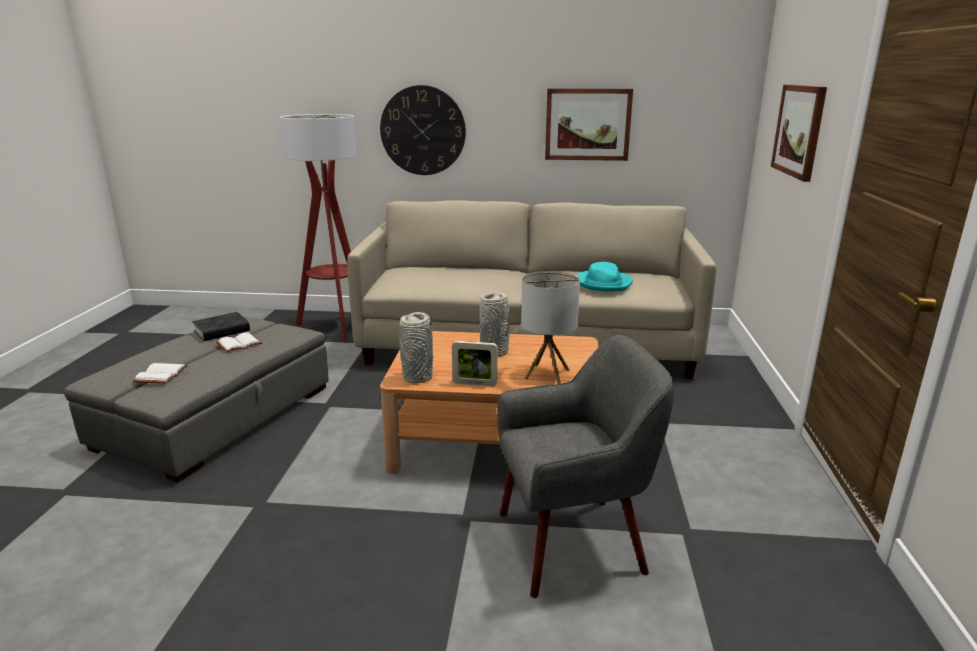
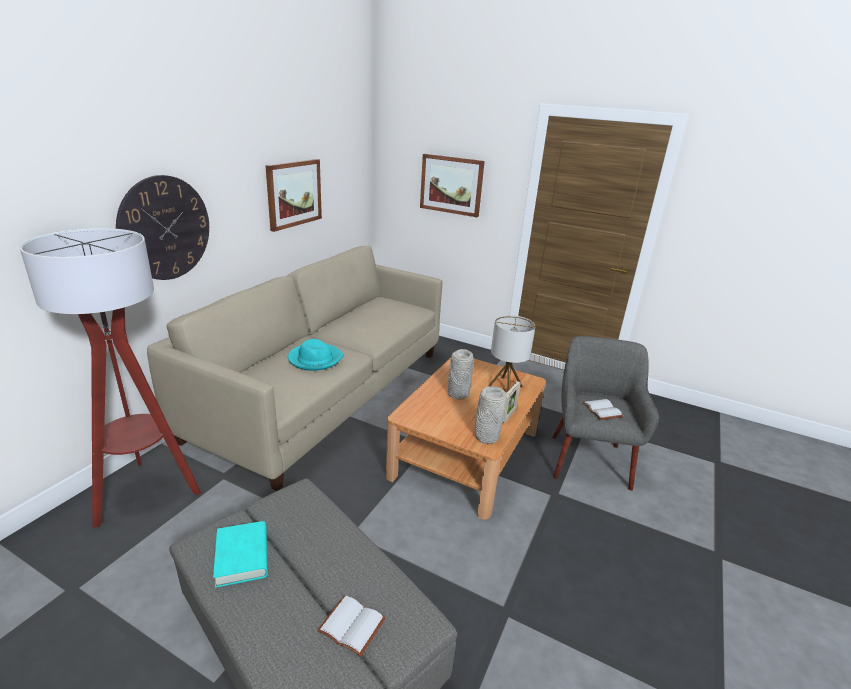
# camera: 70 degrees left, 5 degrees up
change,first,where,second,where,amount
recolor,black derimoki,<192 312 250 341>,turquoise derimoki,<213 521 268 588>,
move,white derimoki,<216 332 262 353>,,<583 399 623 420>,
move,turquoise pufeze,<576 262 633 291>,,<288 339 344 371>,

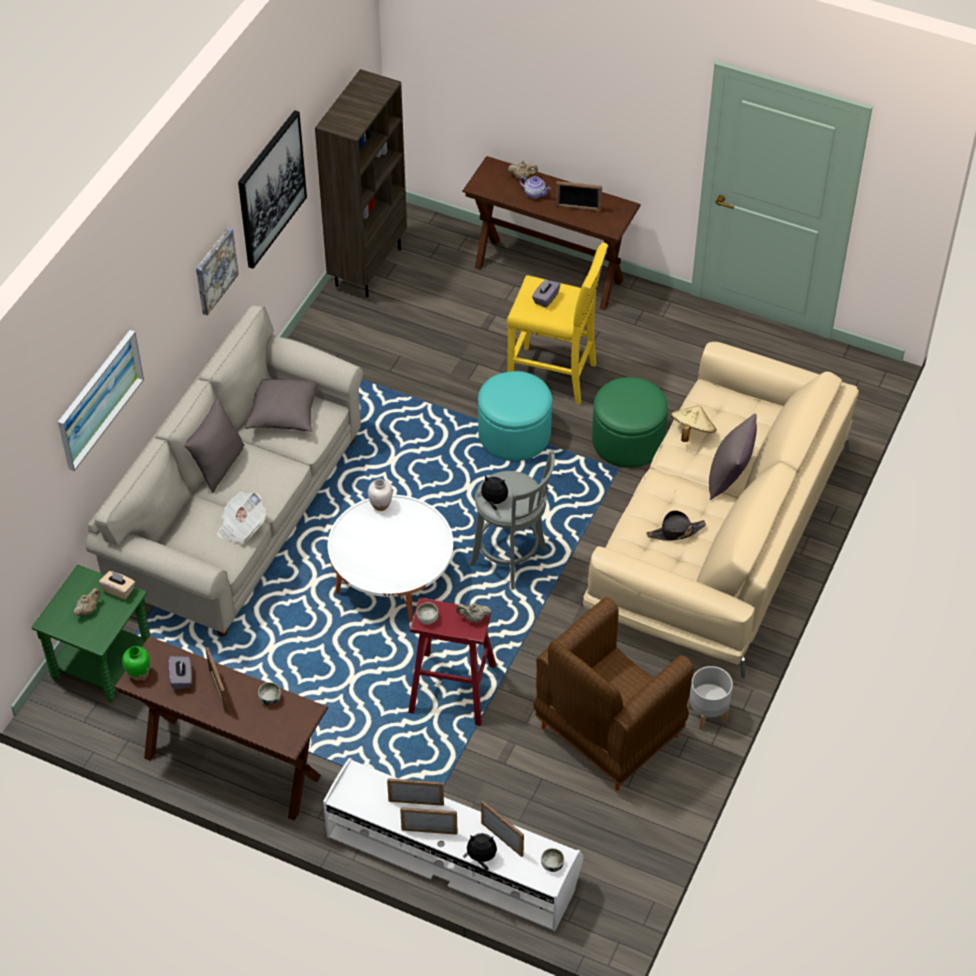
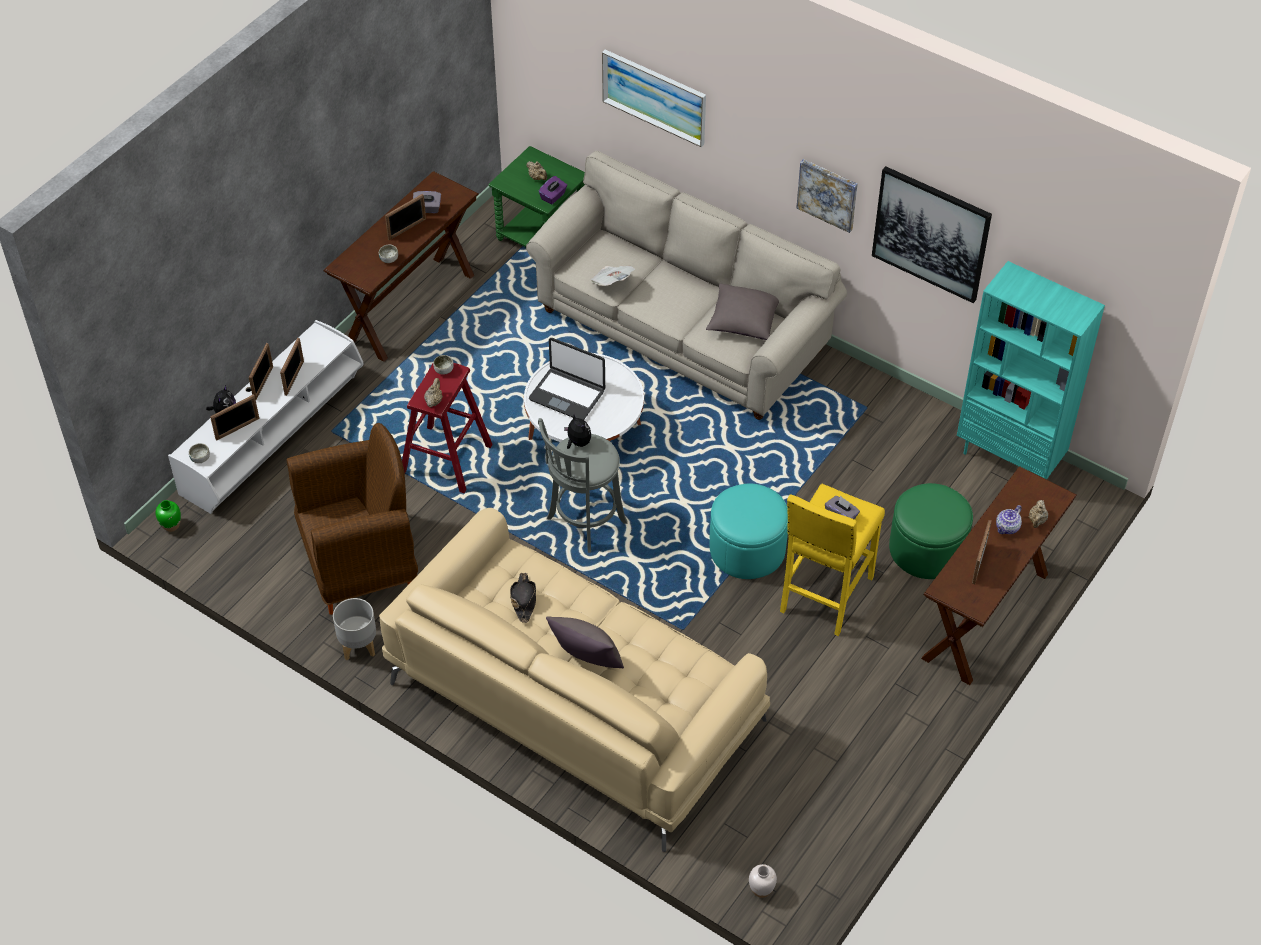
# camera: 100 degrees right, 0 degrees up
change,first,where,second,where,amount
recolor,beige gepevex,<99 571 135 600>,purple gepevex,<539 176 567 205>,
move,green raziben,<122 646 150 680>,,<155 500 181 532>,
delete,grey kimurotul,<184 398 244 493>,,,
rotate,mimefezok,<206 647 228 713>,,<385 194 426 240>,150 degrees clockwise
recolor,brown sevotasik,<315 69 407 297>,turquoise sevotasik,<957 261 1105 480>,
move,white raziben,<368 479 392 511>,,<749 864 777 898>,
rotate,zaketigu,<477 475 508 510>,,<564 413 591 449>,60 degrees counterclockwise
rotate,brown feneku,<533 597 694 791>,,<286 423 418 615>,105 degrees clockwise
move,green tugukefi,<592 377 668 468>,,<889 483 973 579>,
delete,beige pufeze,<671 405 716 442>,,,
insert,,,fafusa,<529 338 605 420>,

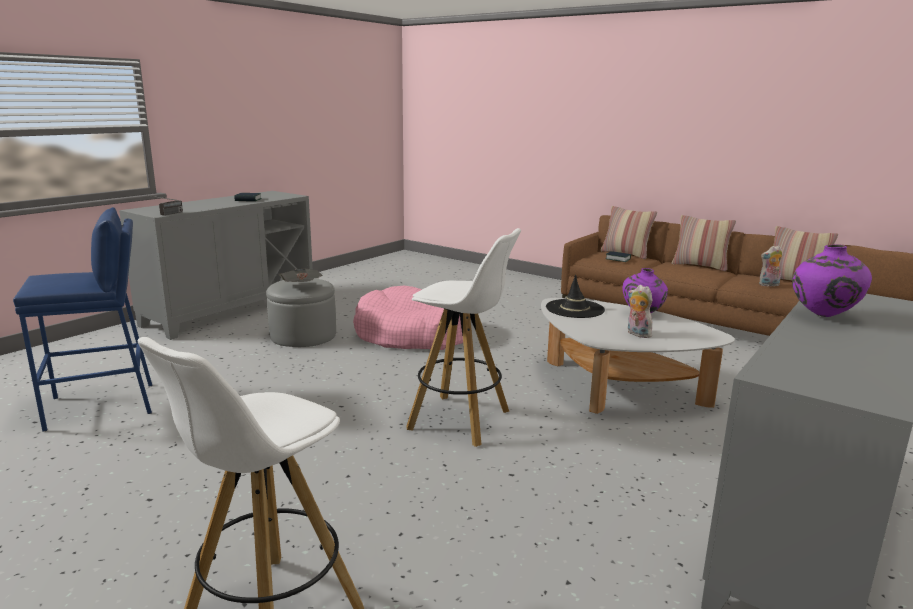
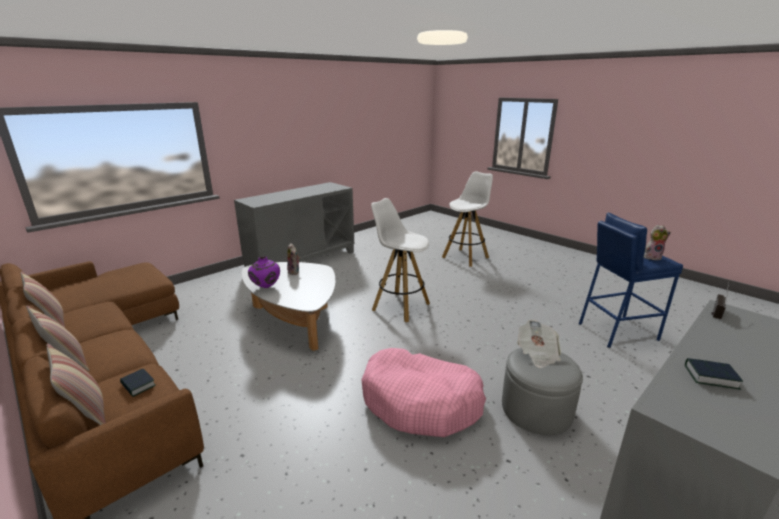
# camera: 170 degrees left, 5 degrees up
change,first,where,second,where,amount
delete,black pufeze,<546 275 605 318>,,,
move,zaketigu,<759 245 782 287>,,<644 225 671 260>,
delete,purple raziben,<792 244 872 317>,,,

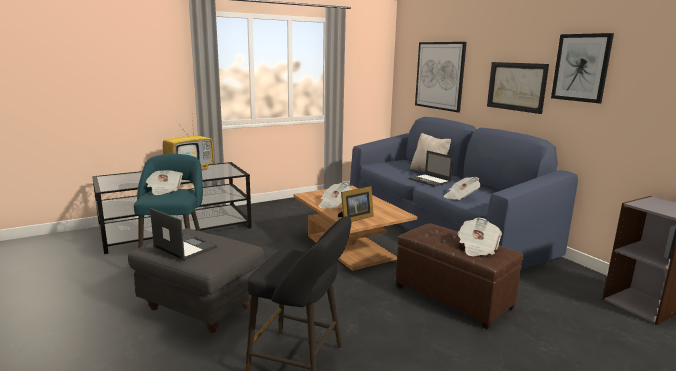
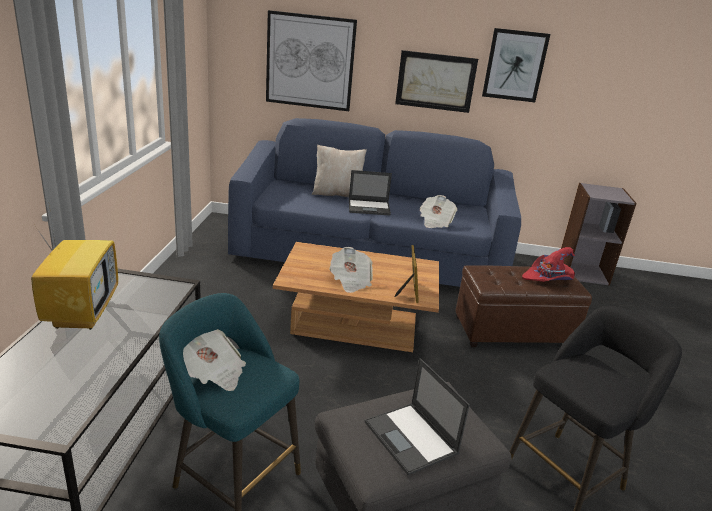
# camera: 55 degrees left, 10 degrees up
change,first,where,second,where,amount
rotate,fafusa,<150 208 217 261>,,<365 358 470 475>,105 degrees counterclockwise
replace,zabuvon,<458 218 502 256>,red pufeze,<522 247 575 282>,

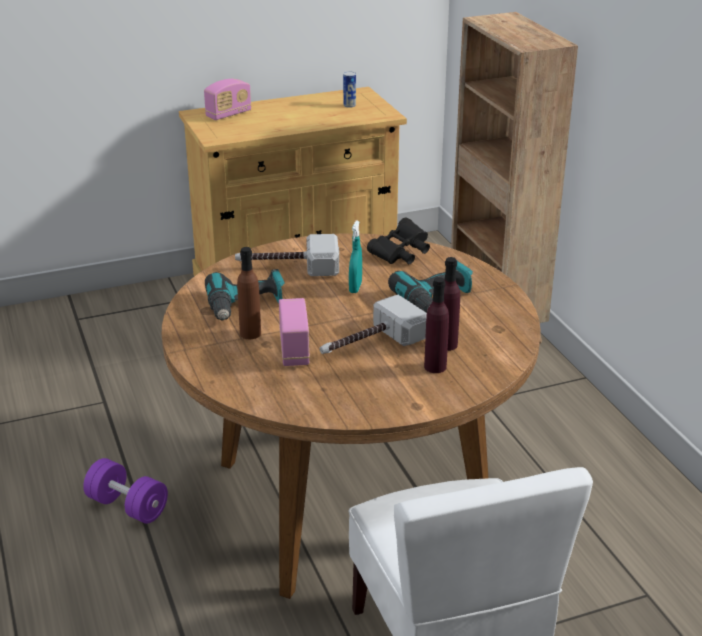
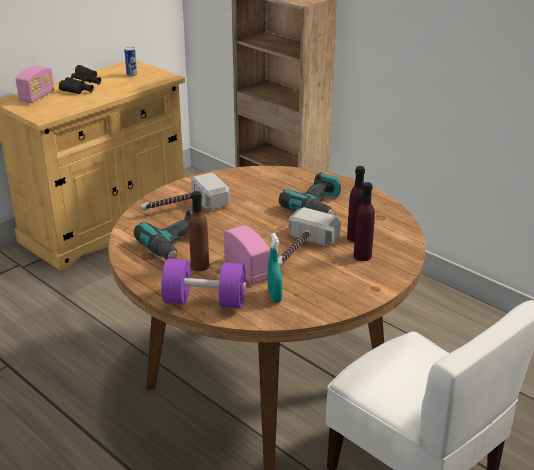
# camera: 25 degrees left, 0 degrees up
change,first,where,second,where,amount
move,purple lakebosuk,<83 458 168 524>,,<161 259 246 309>,
move,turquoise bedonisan,<349 221 362 293>,,<268 233 282 303>,
move,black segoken,<367 218 430 264>,,<59 65 101 94>,

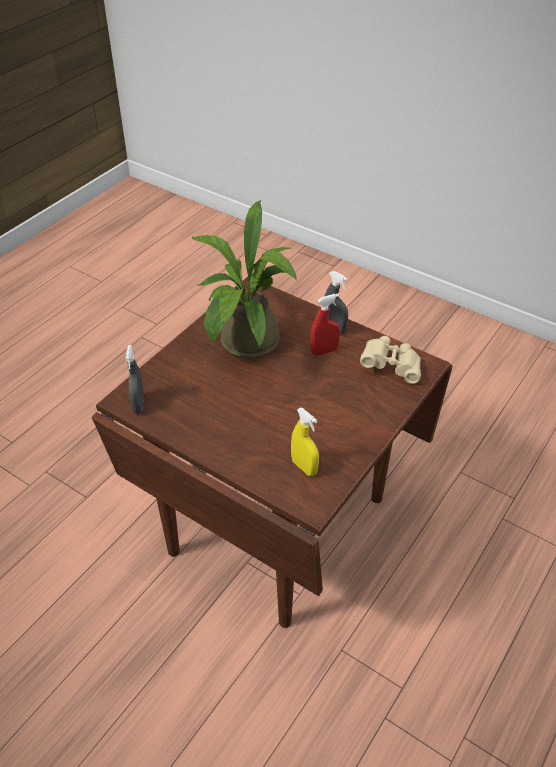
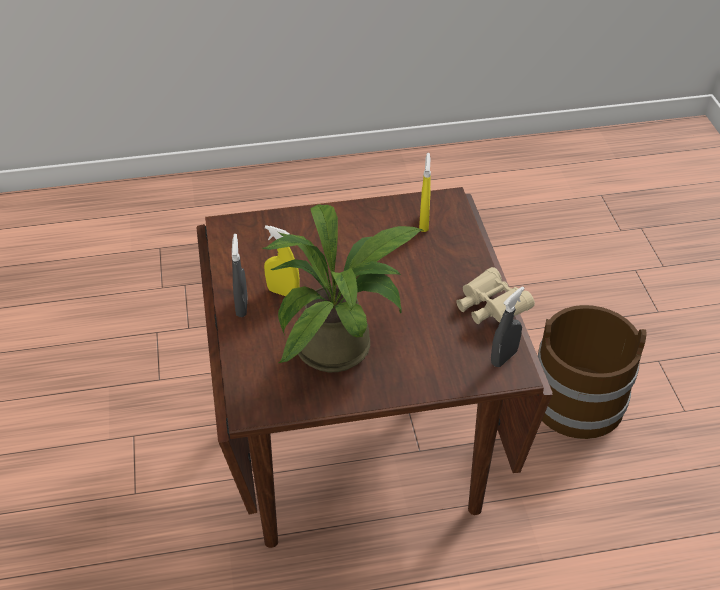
# camera: 135 degrees left, 0 degrees up
change,first,where,second,where,amount
recolor,red bedonisan,<310 293 340 356>,yellow bedonisan,<264 225 300 296>,
move,beige segoken,<360 336 421 384>,,<456 267 535 324>,
insert,,,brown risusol,<538 305 647 439>,

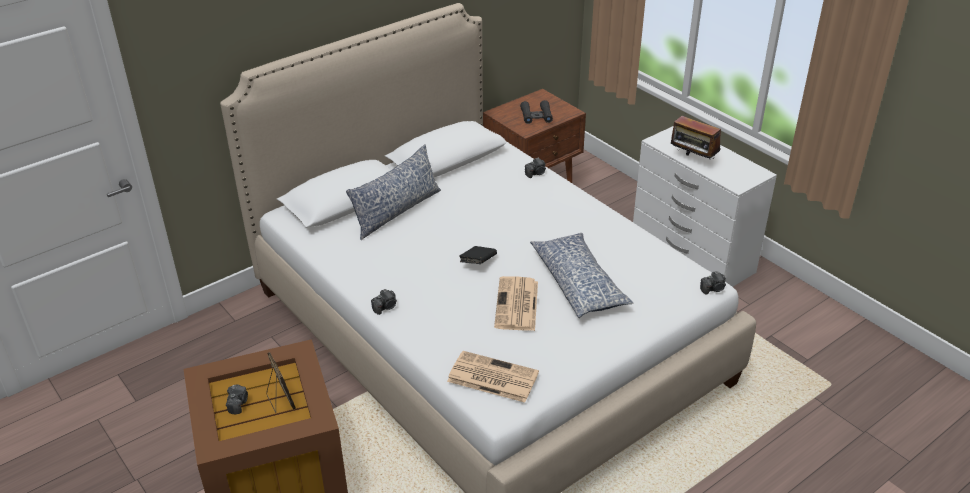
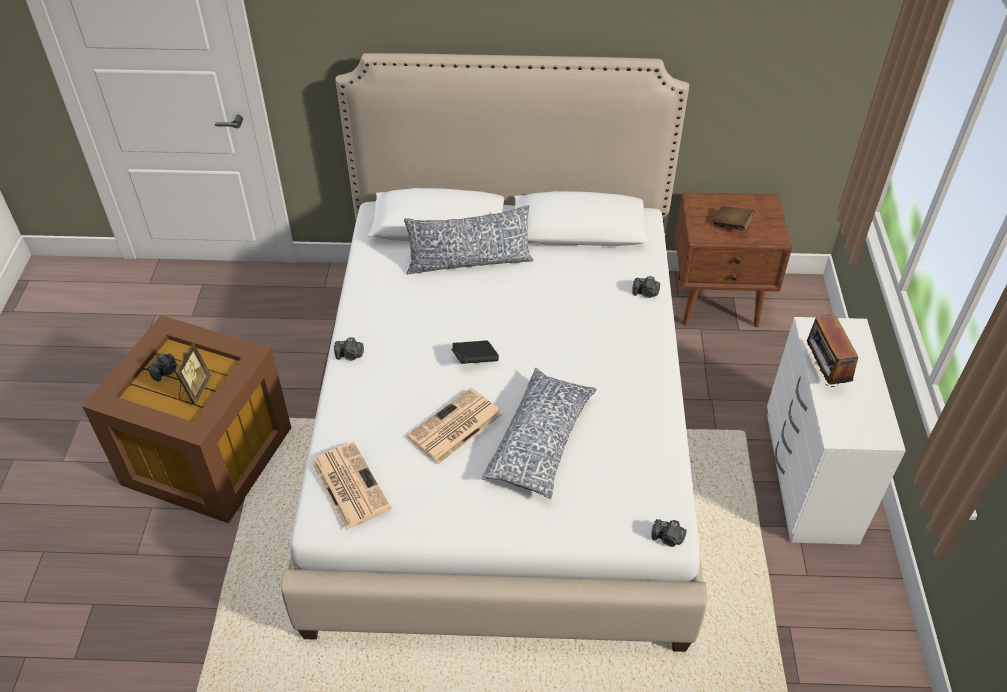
# camera: 40 degrees right, 10 degrees up
change,first,where,second,where,amount
replace,black segoken,<520 100 553 124>,brown derimoki,<712 206 755 230>,

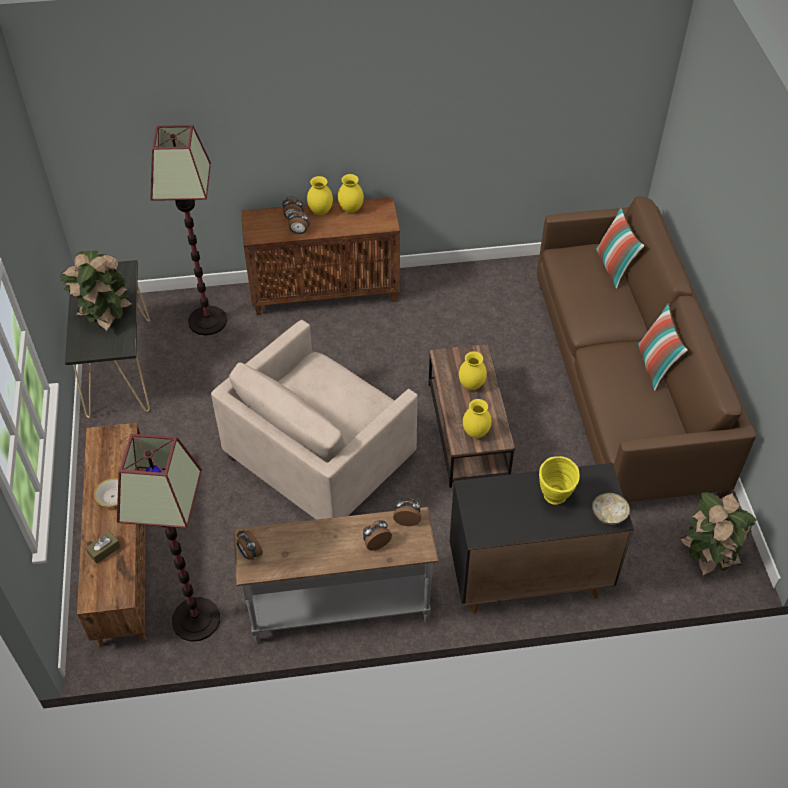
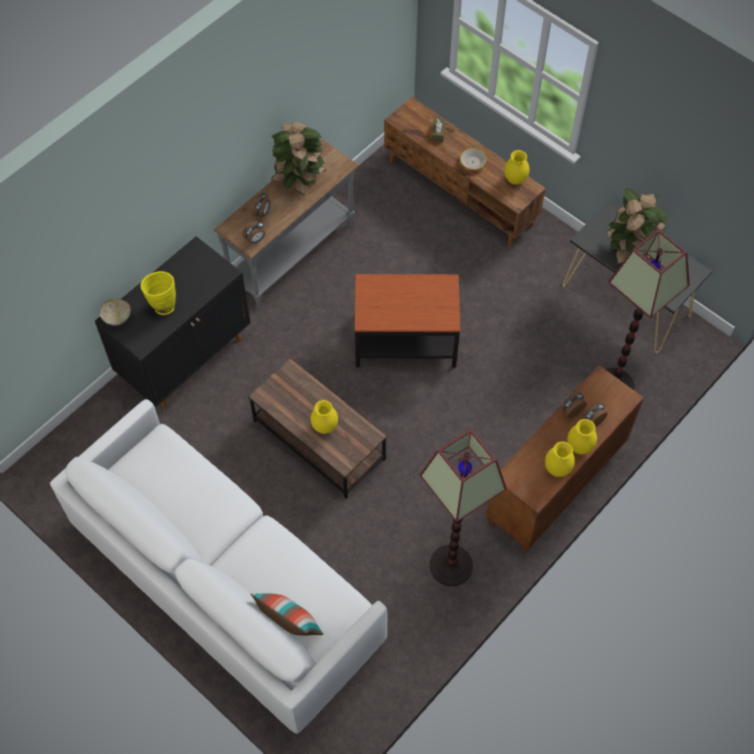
# camera: 140 degrees right, 10 degrees up
change,first,where,second,where,amount
move,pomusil,<117 434 220 642>,,<420 429 507 586>,
replace,beige feneku,<211 320 418 520>,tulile,<355 274 460 368>,
delete,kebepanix,<237 530 263 560>,,,
move,yellow raziben,<463 399 492 438>,,<504 150 530 185>,
recolor,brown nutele,<537 197 756 502>,white nutele,<50 399 387 734>,
delete,kimurotul,<638 303 688 391>,,,
move,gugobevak,<679 492 757 577>,,<271 121 326 196>,

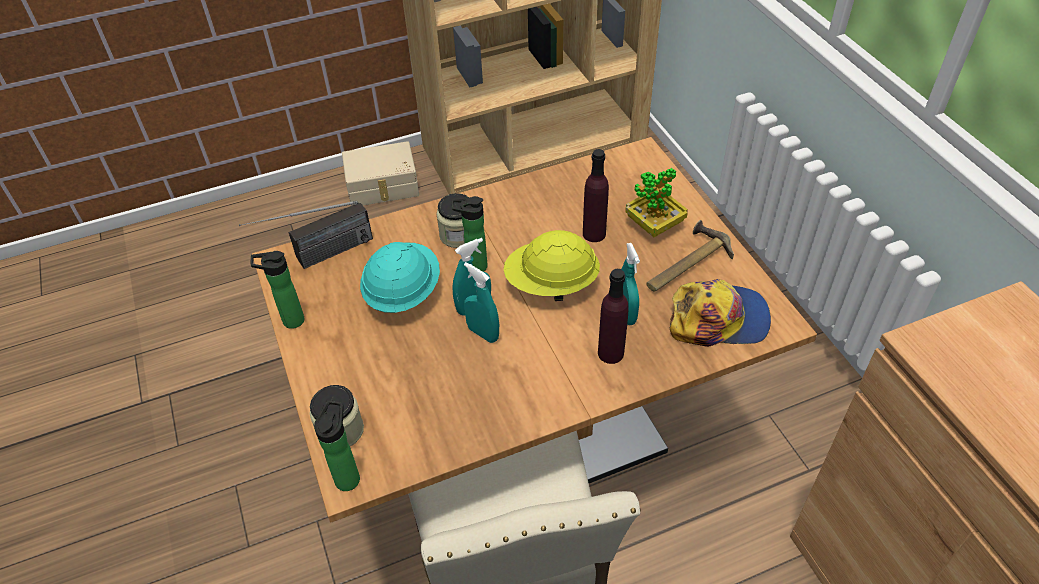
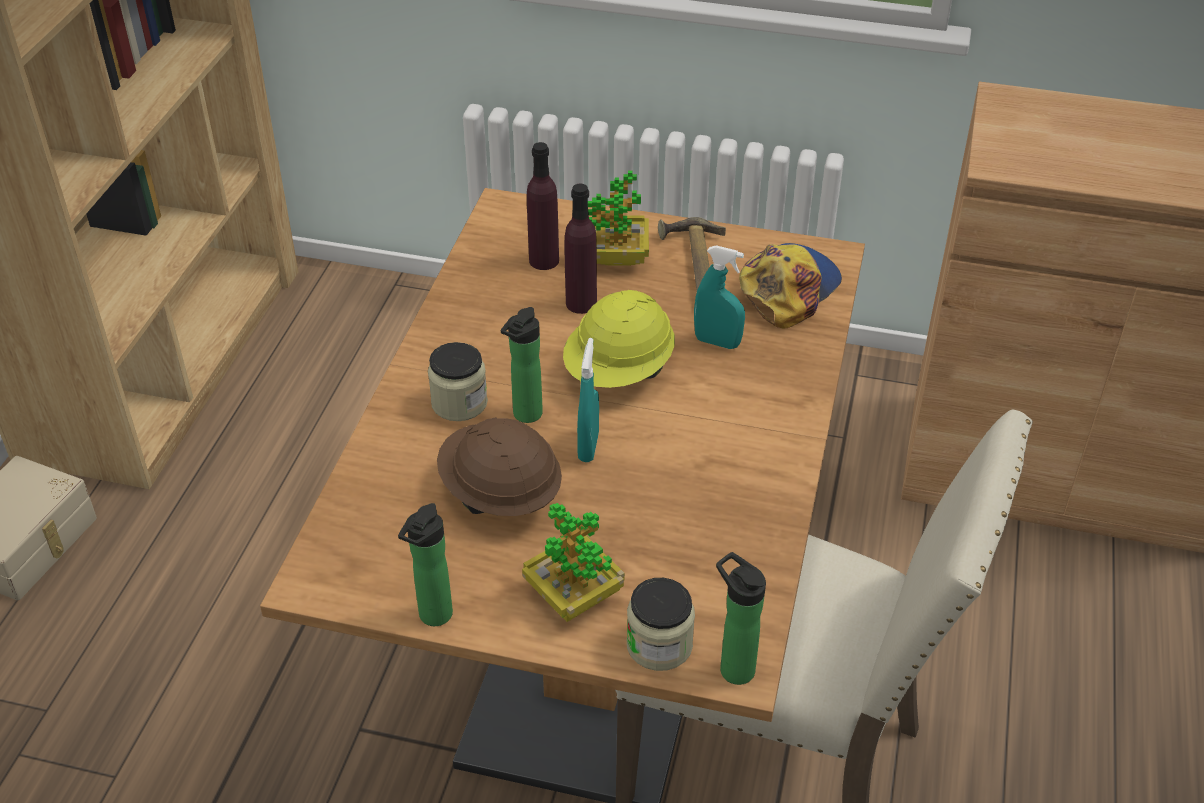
# camera: 55 degrees left, 5 degrees down
change,first,where,second,where,amount
delete,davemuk,<239 201 373 269>,,,
recolor,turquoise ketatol,<360 242 440 313>,brown ketatol,<437 417 562 516>,
delete,turquoise bedonisan,<464 262 499 343>,,,
move,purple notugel,<598 269 629 364>,,<527 142 559 270>,
insert,,,gugobevak,<522 503 625 622>,

